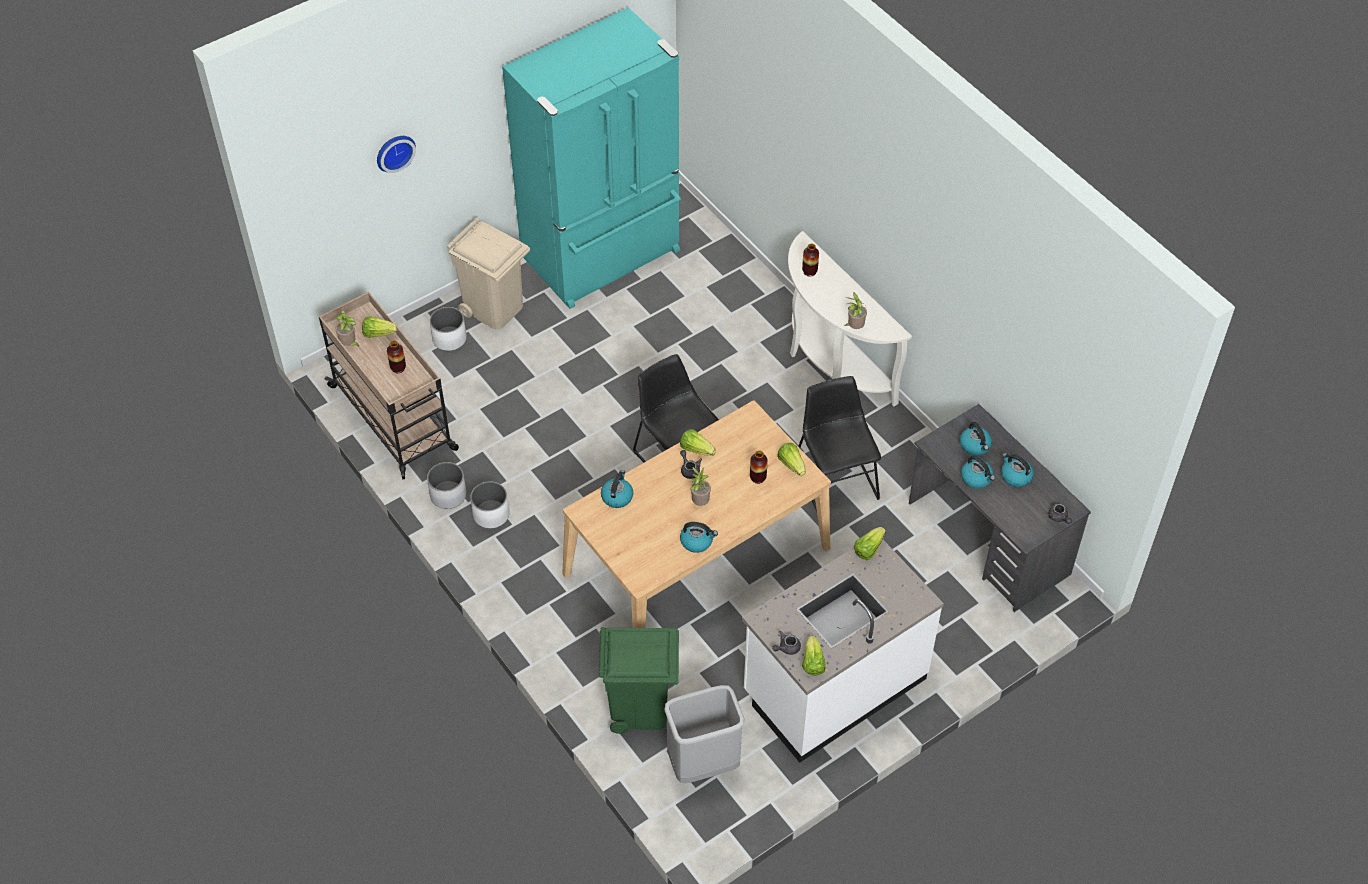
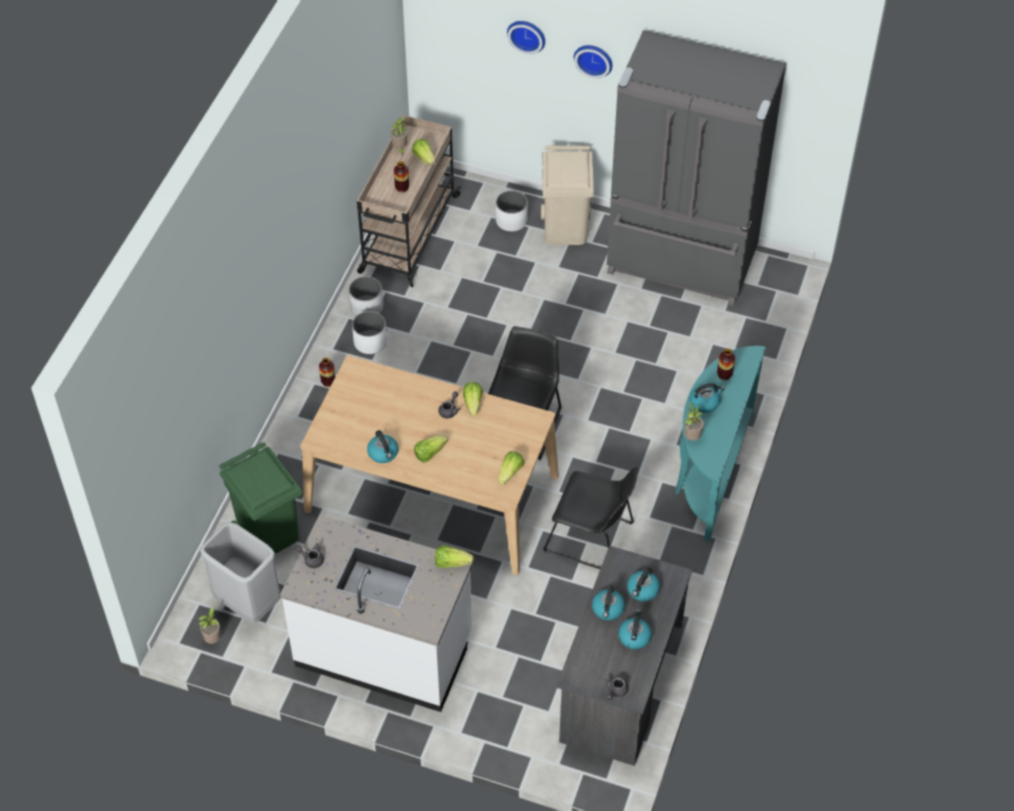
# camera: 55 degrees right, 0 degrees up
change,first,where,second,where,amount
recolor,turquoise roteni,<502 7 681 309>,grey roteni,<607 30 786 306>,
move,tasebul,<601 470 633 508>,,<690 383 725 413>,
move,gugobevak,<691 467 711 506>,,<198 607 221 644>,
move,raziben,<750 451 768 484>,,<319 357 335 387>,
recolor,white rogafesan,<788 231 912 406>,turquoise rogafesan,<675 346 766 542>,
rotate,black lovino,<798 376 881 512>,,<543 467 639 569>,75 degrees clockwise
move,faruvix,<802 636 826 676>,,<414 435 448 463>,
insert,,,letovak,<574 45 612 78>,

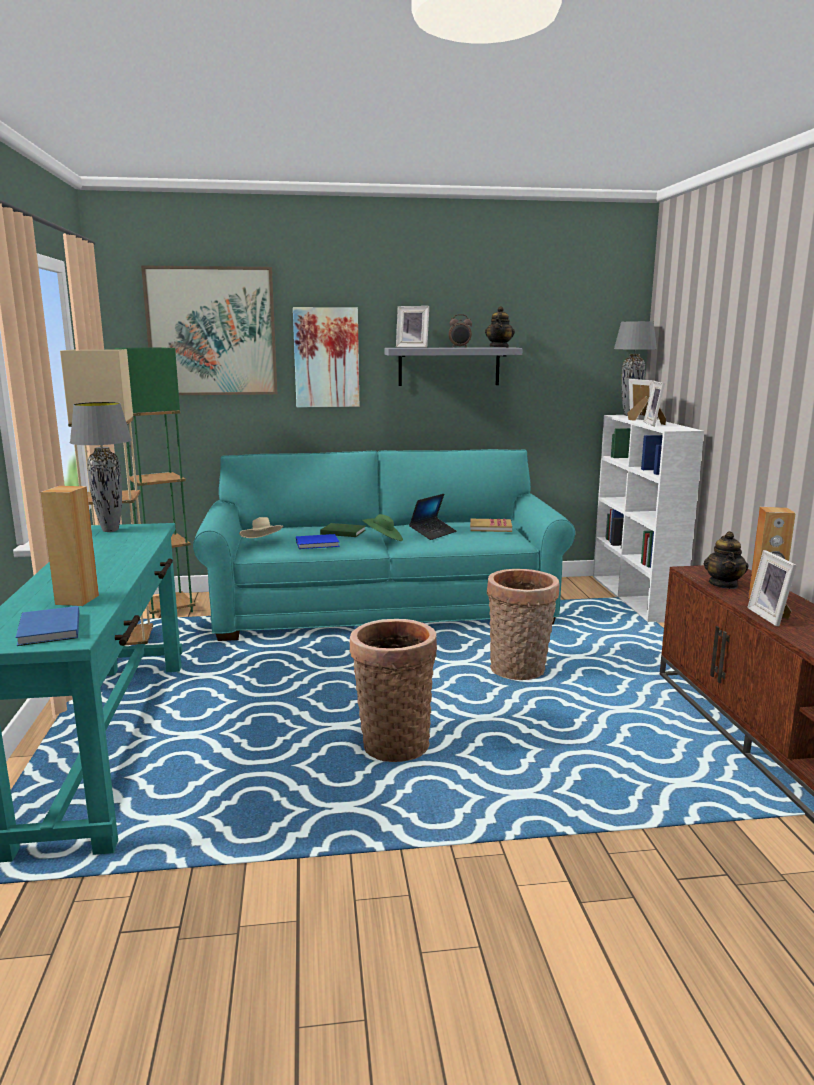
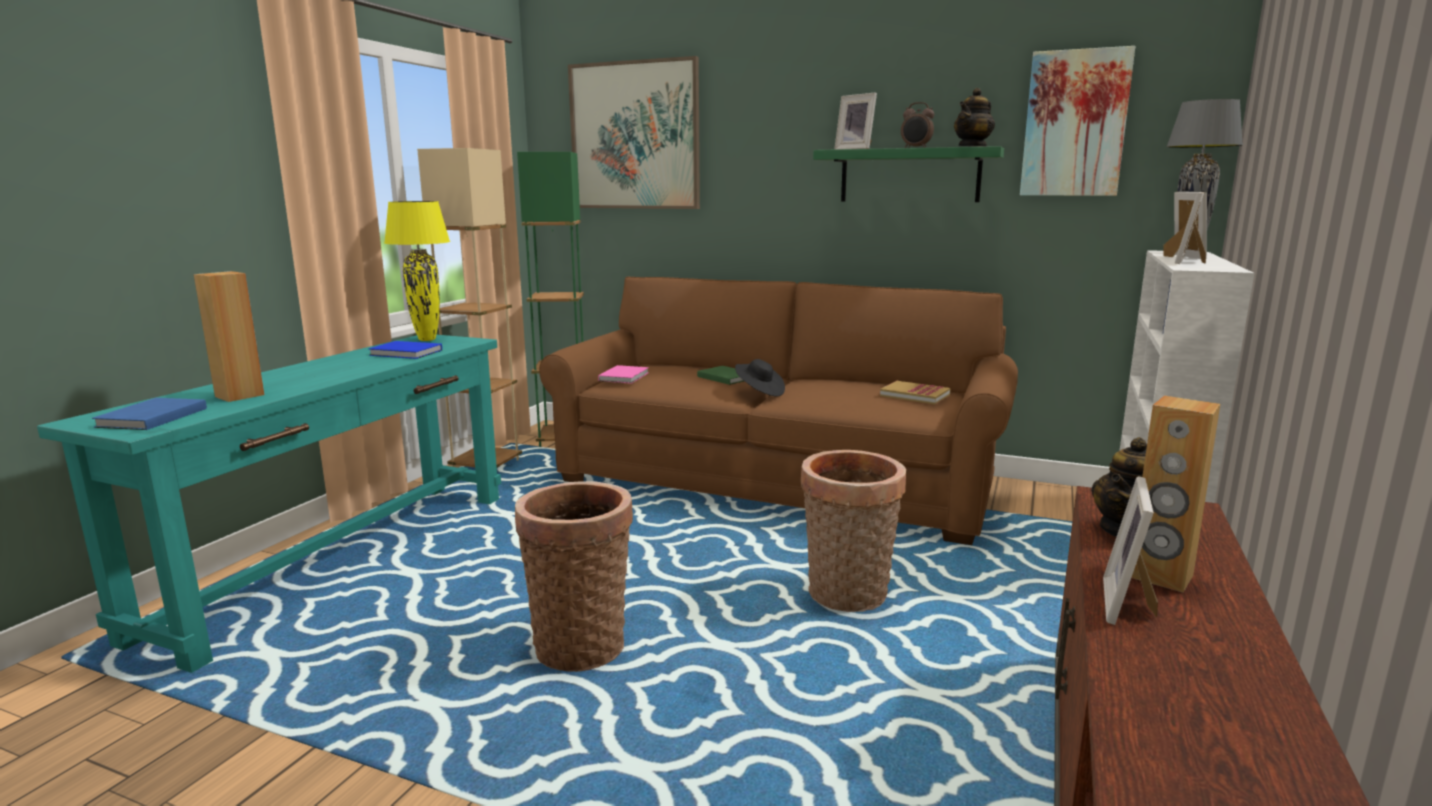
# camera: 30 degrees right, 0 degrees up
change,first,where,second,where,amount
recolor,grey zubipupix,<70 402 132 532>,yellow zubipupix,<384 201 450 341>,
recolor,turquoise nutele,<193 449 575 641>,brown nutele,<539 277 1018 545>,
replace,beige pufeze,<239 517 283 538>,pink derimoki,<598 365 649 384>,
move,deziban,<293 307 359 407>,,<1020 46 1135 196>,
move,blue derimoki,<296 534 340 549>,,<368 341 442 359>,
recolor,green pufeze,<362 514 403 541>,black pufeze,<735 359 785 397>,
recolor,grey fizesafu,<384 347 523 386>,green fizesafu,<813 146 1004 202>,
delete,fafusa,<409 494 457 540>,,,

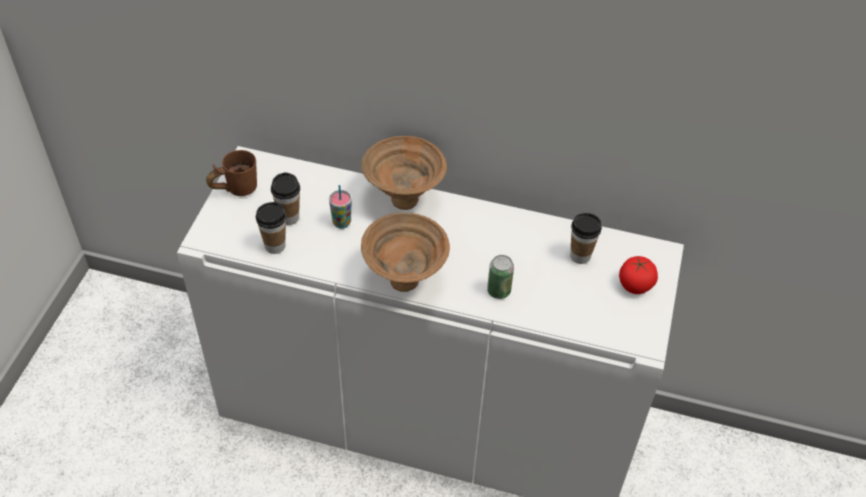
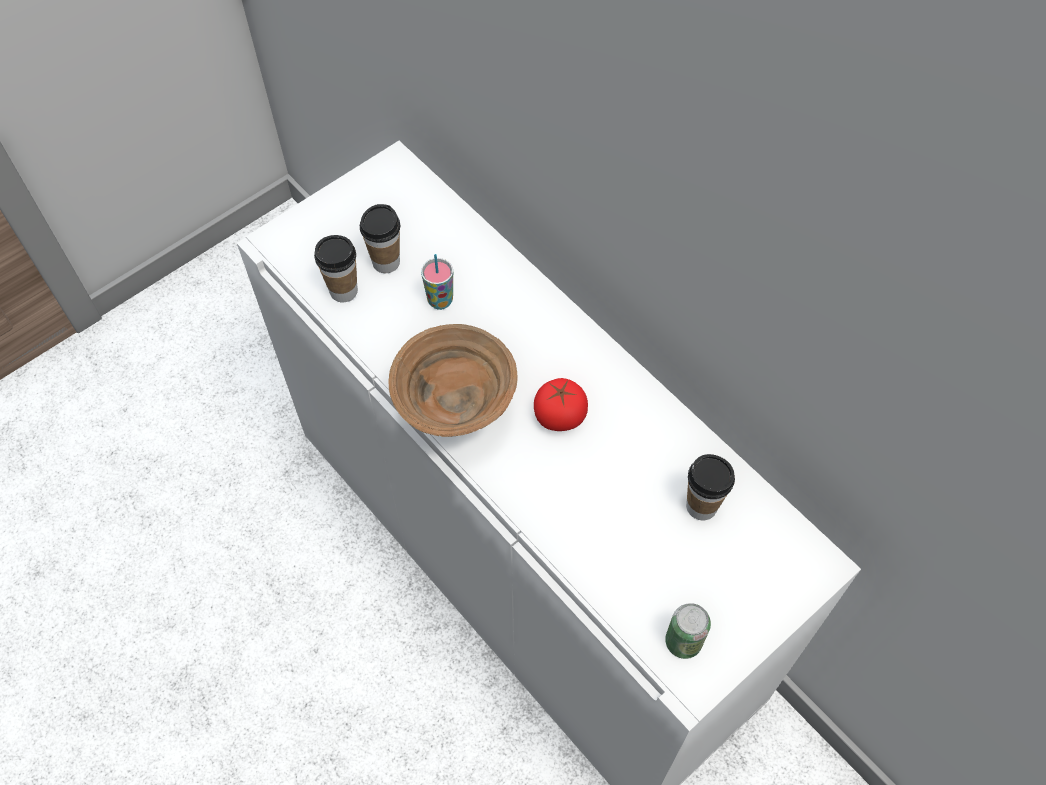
# camera: 35 degrees right, 10 degrees up
change,first,where,second,where,amount
delete,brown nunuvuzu,<206 150 257 196>,,,
delete,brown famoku,<361 136 447 210>,,,
move,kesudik,<487 255 514 299>,,<665 603 711 659>,
move,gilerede,<619 256 658 294>,,<534 378 588 431>,

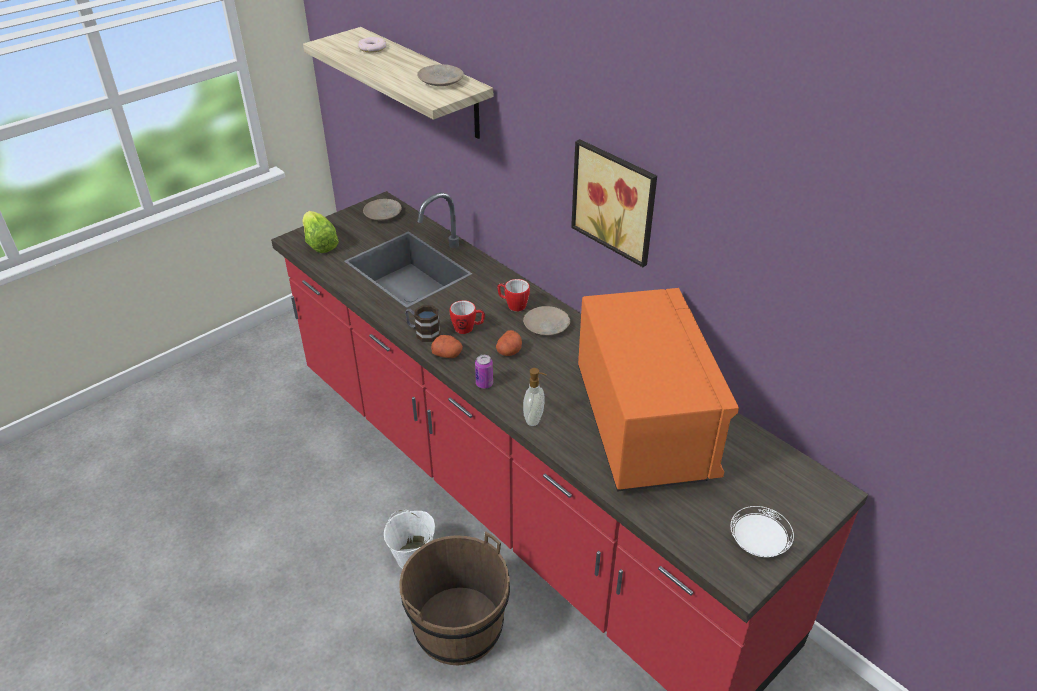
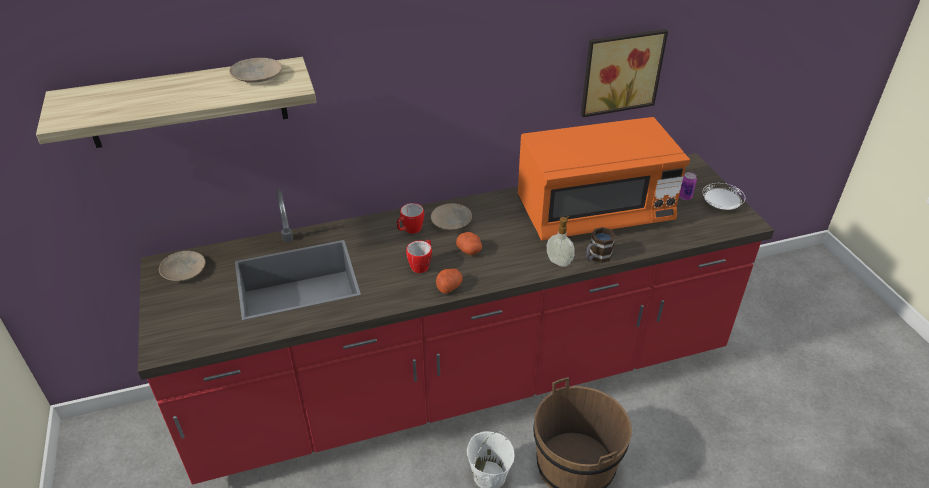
# camera: 65 degrees left, 0 degrees up
change,first,where,second,where,amount
delete,faruvix,<302 211 339 253>,,,
delete,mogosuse,<358 37 387 53>,,,
move,nunuvuzu,<405 305 441 342>,,<586 227 616 263>,
move,kesudik,<475 355 493 389>,,<679 172 697 200>,
move,deziban,<571 139 657 267>,,<581 29 668 117>,
rotate,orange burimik,<578 288 739 492>,,<518 117 690 241>,150 degrees clockwise

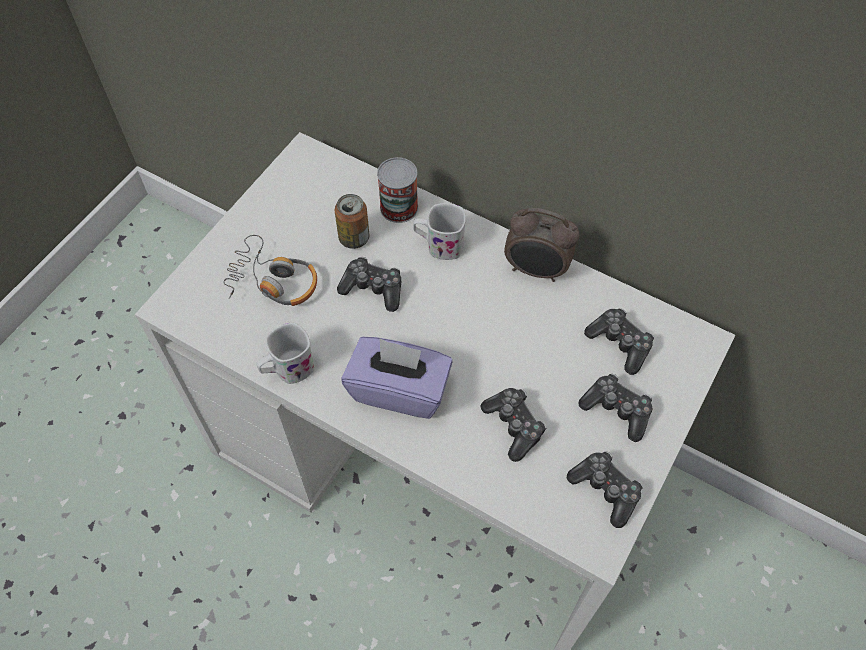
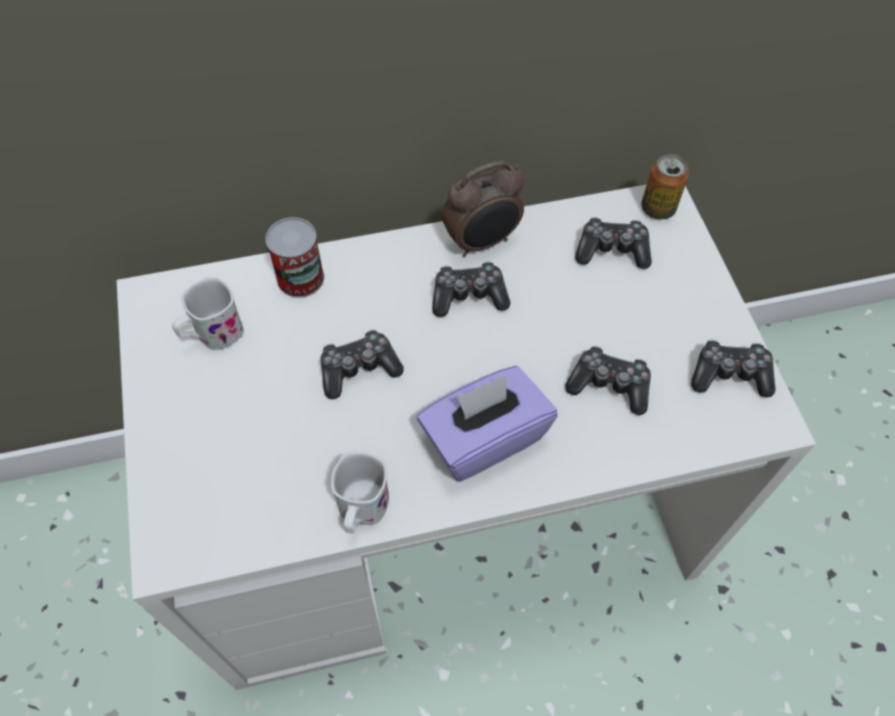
# camera: 45 degrees left, 0 degrees up
change,first,where,second,where,amount
delete,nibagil,<223 235 317 306>,,,
move,kesudik,<335 194 370 249>,,<641 154 689 220>,
move,white nunuvuzu,<413 203 466 260>,,<172 277 244 350>,
move,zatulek,<578 374 653 442>,,<432 261 510 317>,

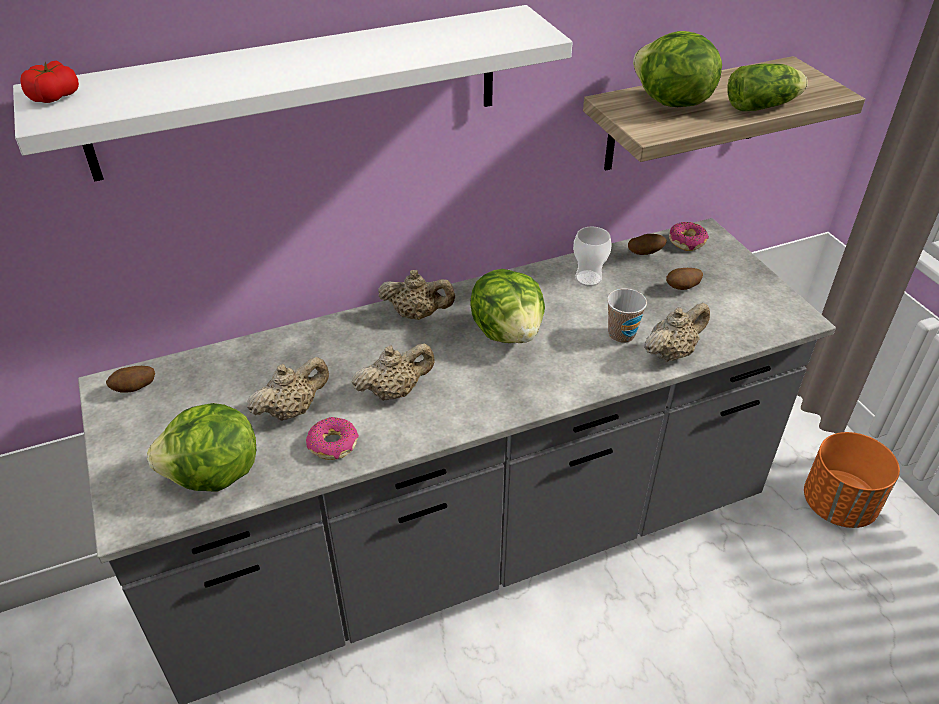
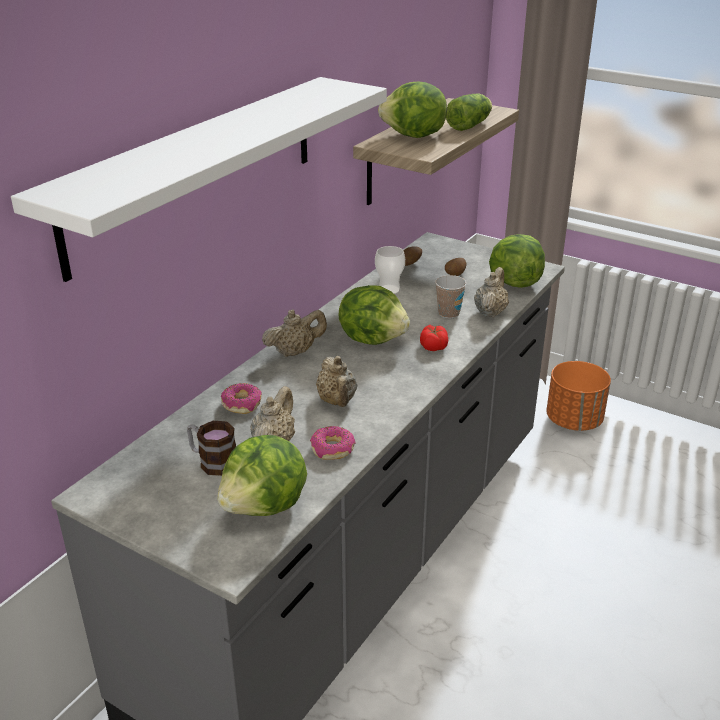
# camera: 35 degrees left, 10 degrees down
change,first,where,second,where,amount
move,gilerede,<20 61 79 103>,,<420 325 449 351>,
delete,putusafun,<106 366 155 392>,,,
rotate,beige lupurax,<352 343 435 401>,,<316 356 357 407>,135 degrees clockwise
move,mogosuse,<669 222 709 251>,,<221 383 262 414>,
insert,,,nunuvuzu,<187 421 236 476>,
insert,,,faruvix,<489 234 545 288>,

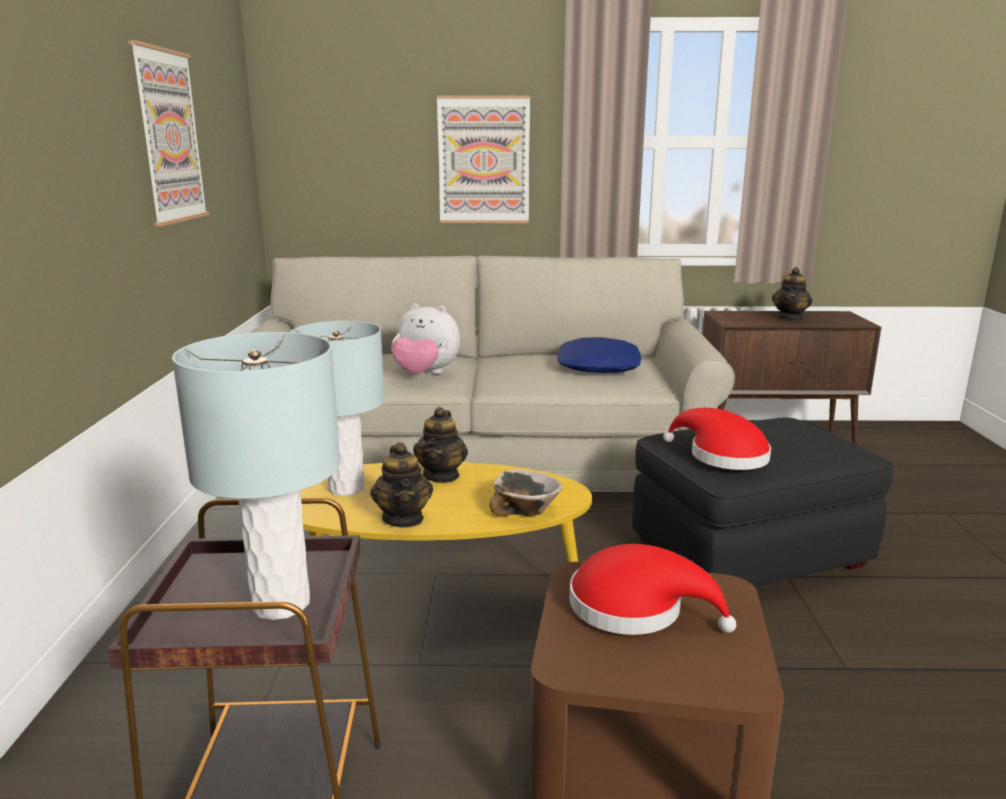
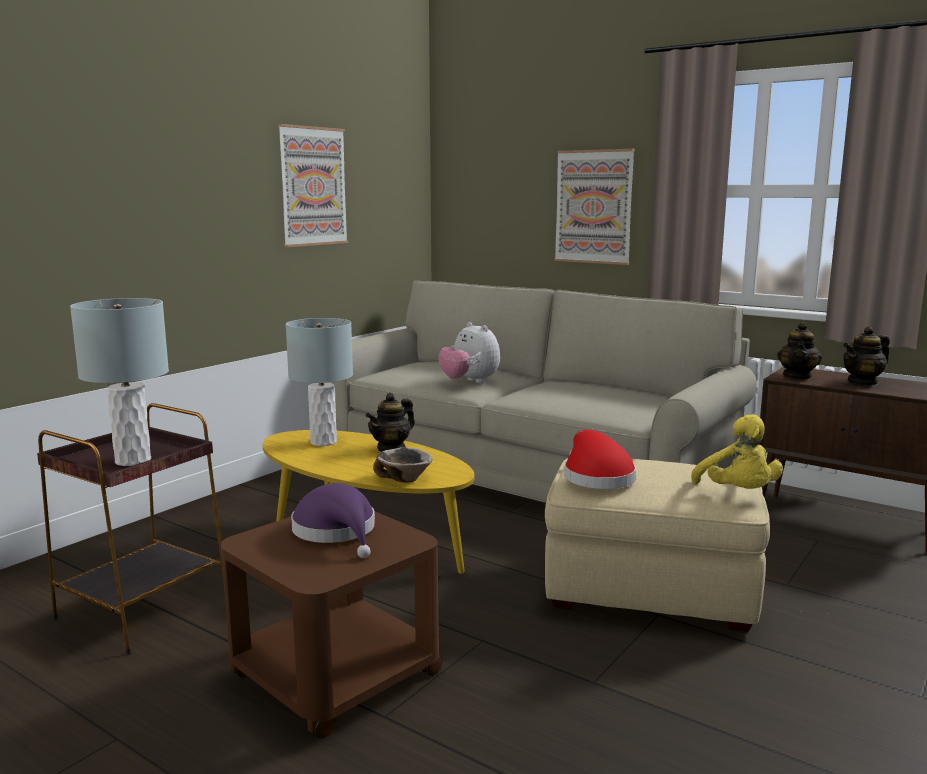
# camera: 35 degrees right, 5 degrees down
change,first,where,second,where,amount
move,lupurax,<370 442 433 528>,,<777 322 822 380>,
delete,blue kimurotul,<557 337 641 373>,,,
recolor,red pufeze,<569 544 736 635>,purple pufeze,<291 483 375 558>,
recolor,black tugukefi,<633 417 893 587>,beige tugukefi,<545 458 770 632>,
insert,,,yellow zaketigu,<691 414 783 489>,

